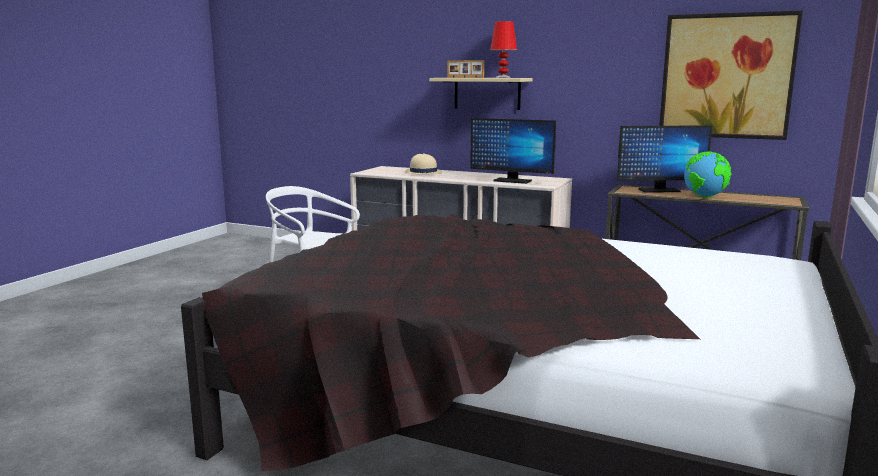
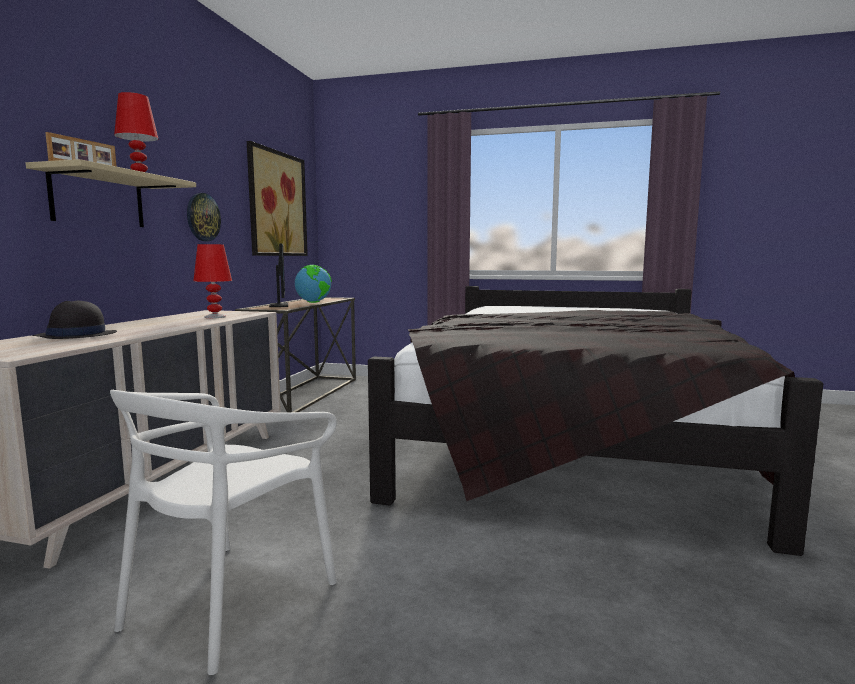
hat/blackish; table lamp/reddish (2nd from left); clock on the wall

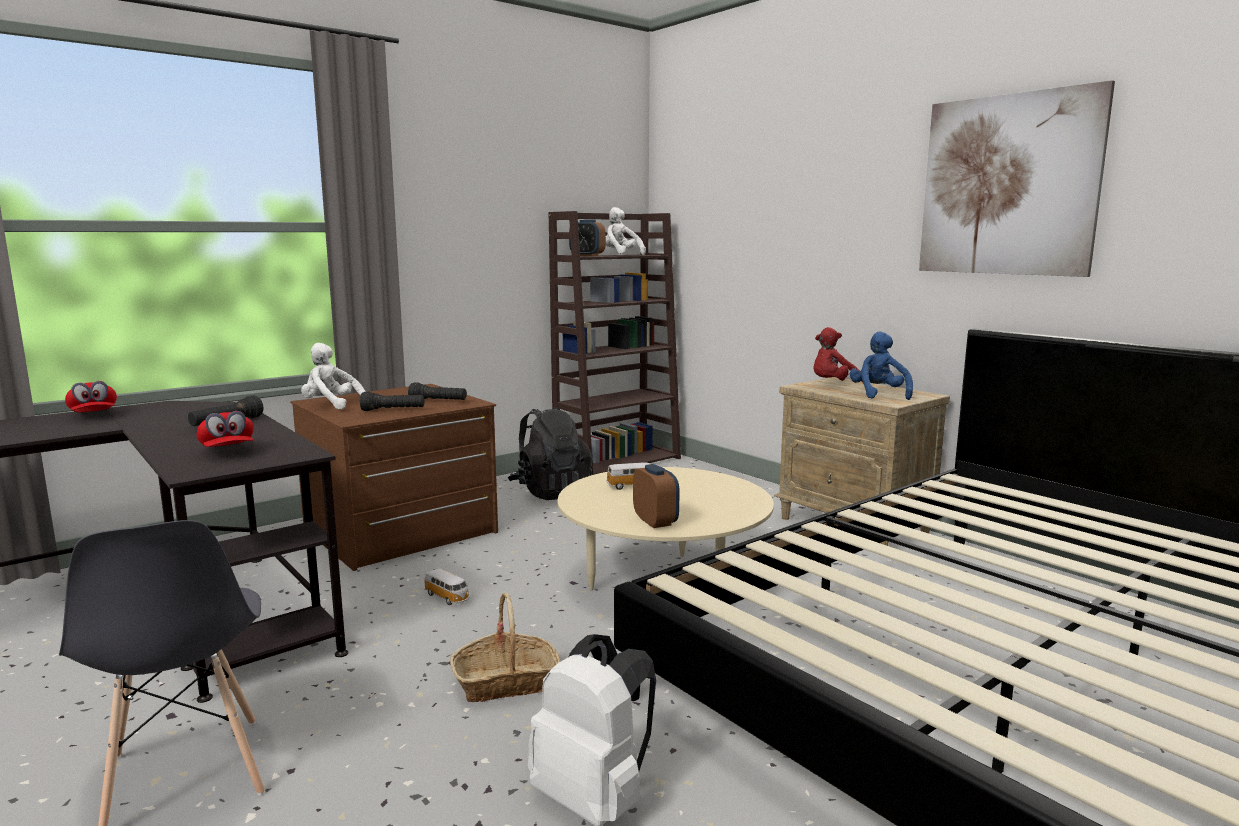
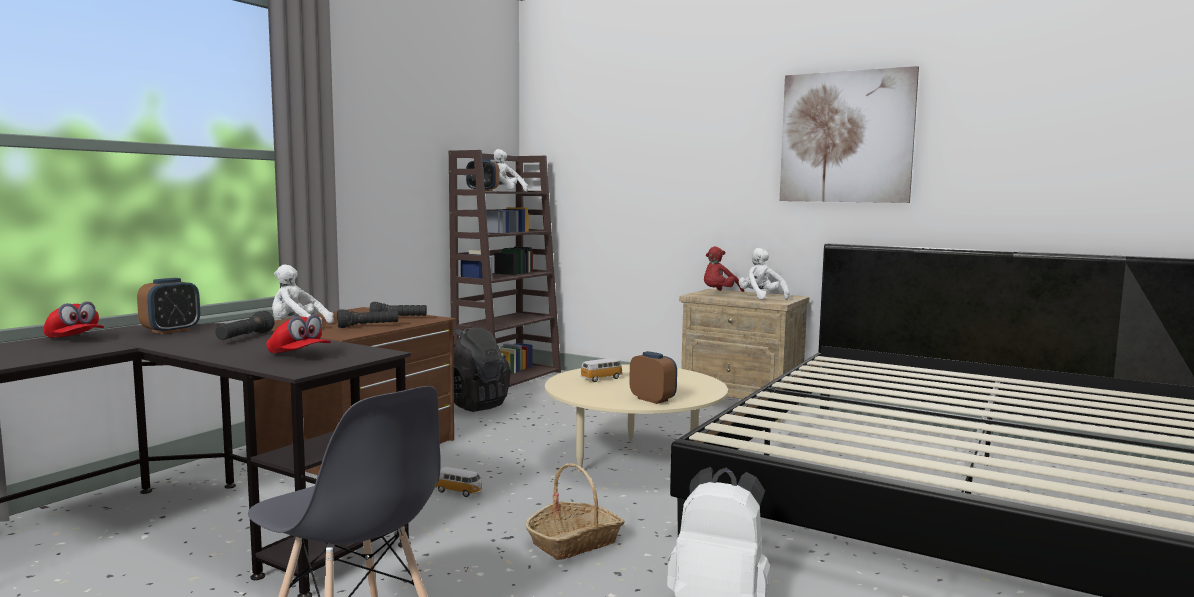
plush toy/white-coloured (3rd from left); bedside clock (1st from left)

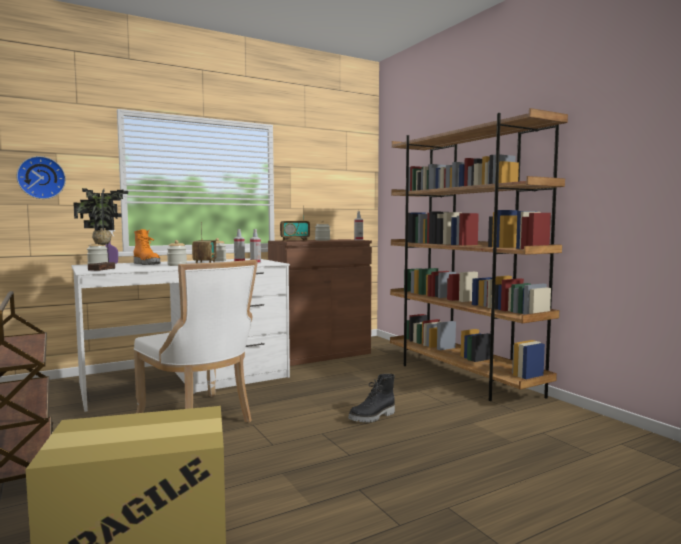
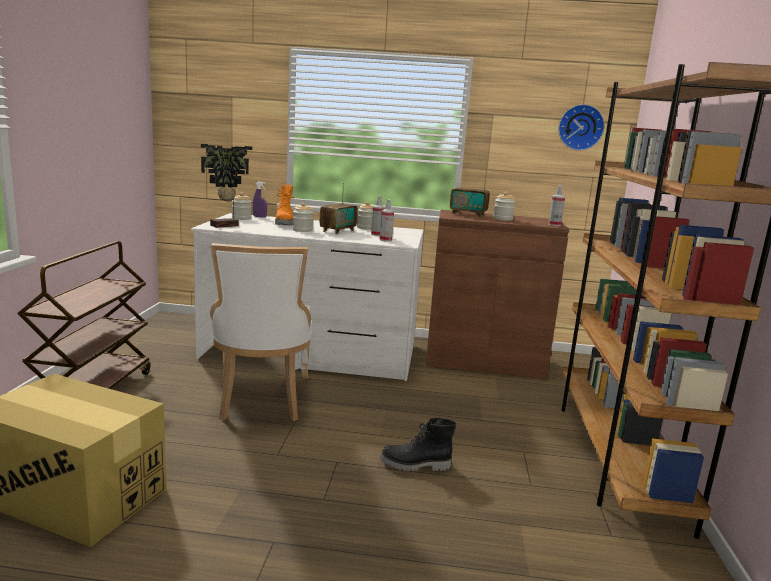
clock on the wall

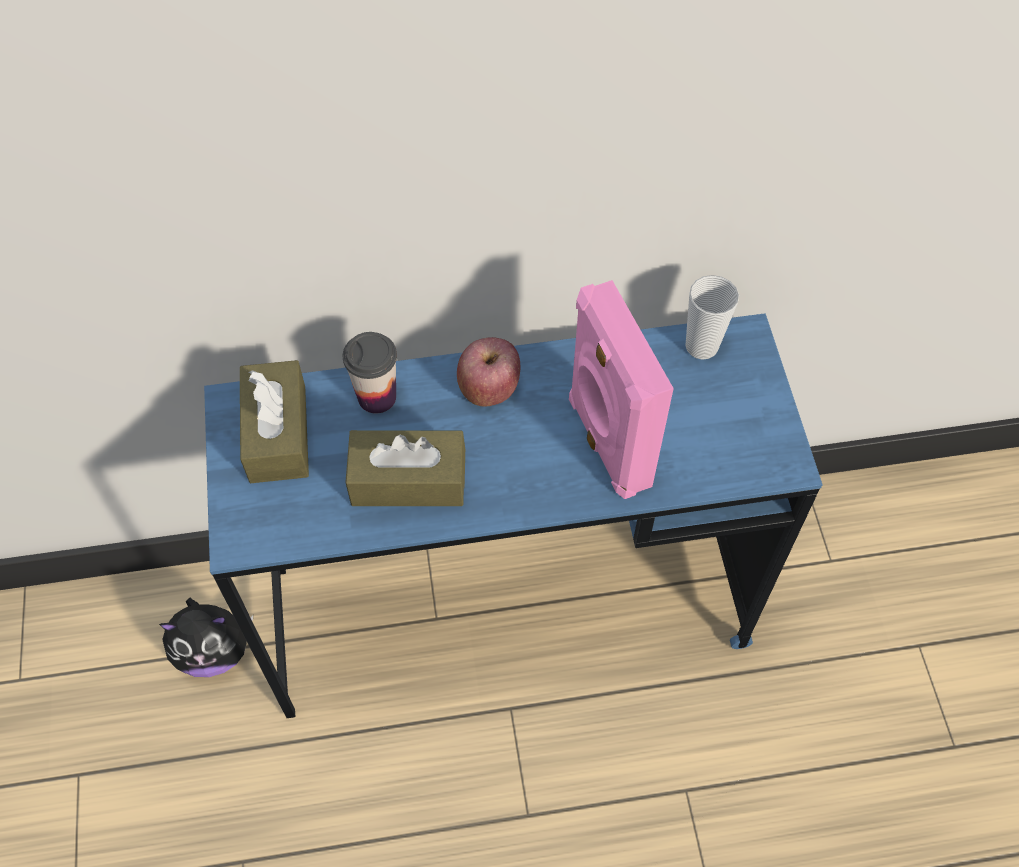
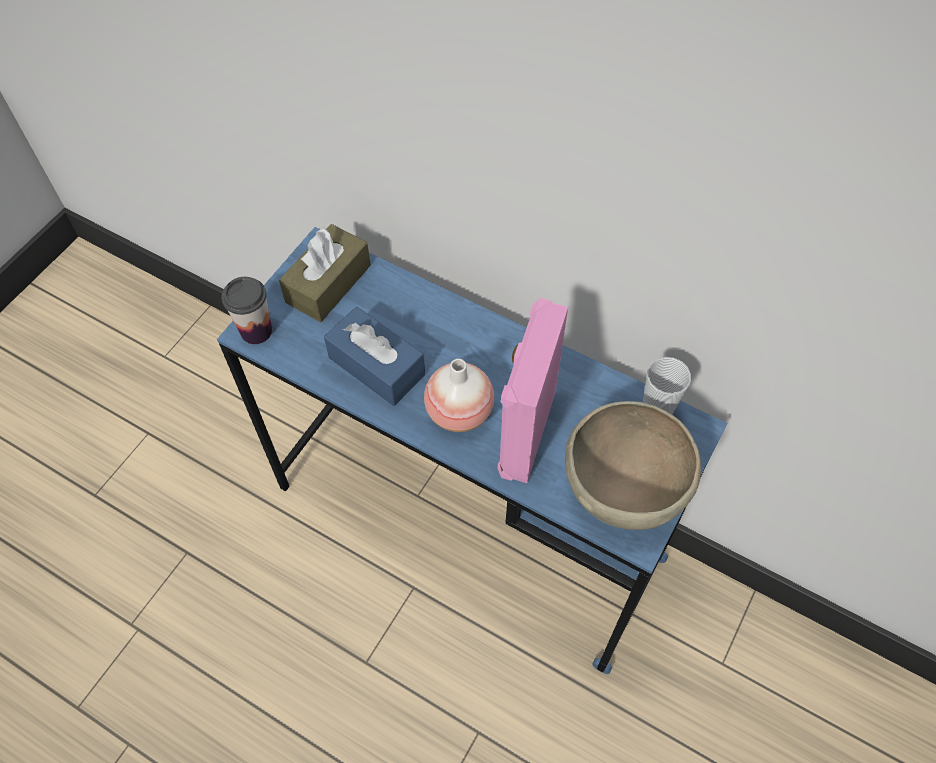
plush toy; small cup (1st from left); tissue holder/blue-coloured; apple fruit; vase; deep dish/brown

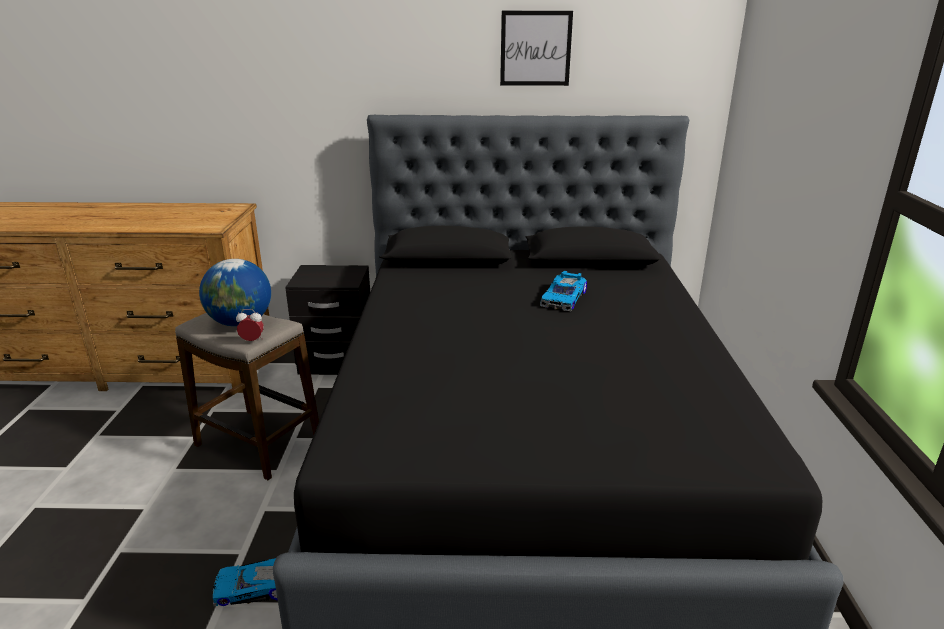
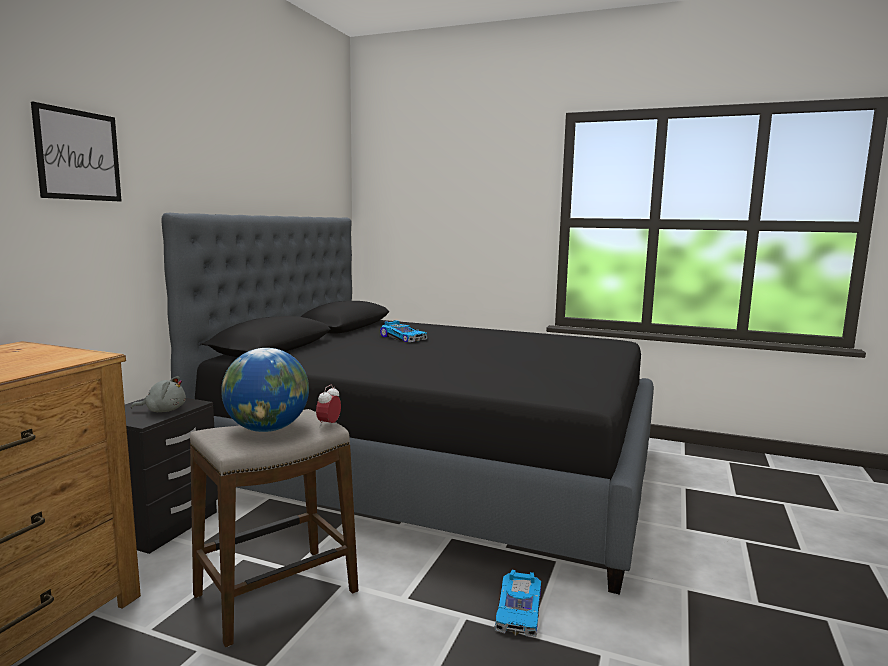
picture; plush toy/greyish

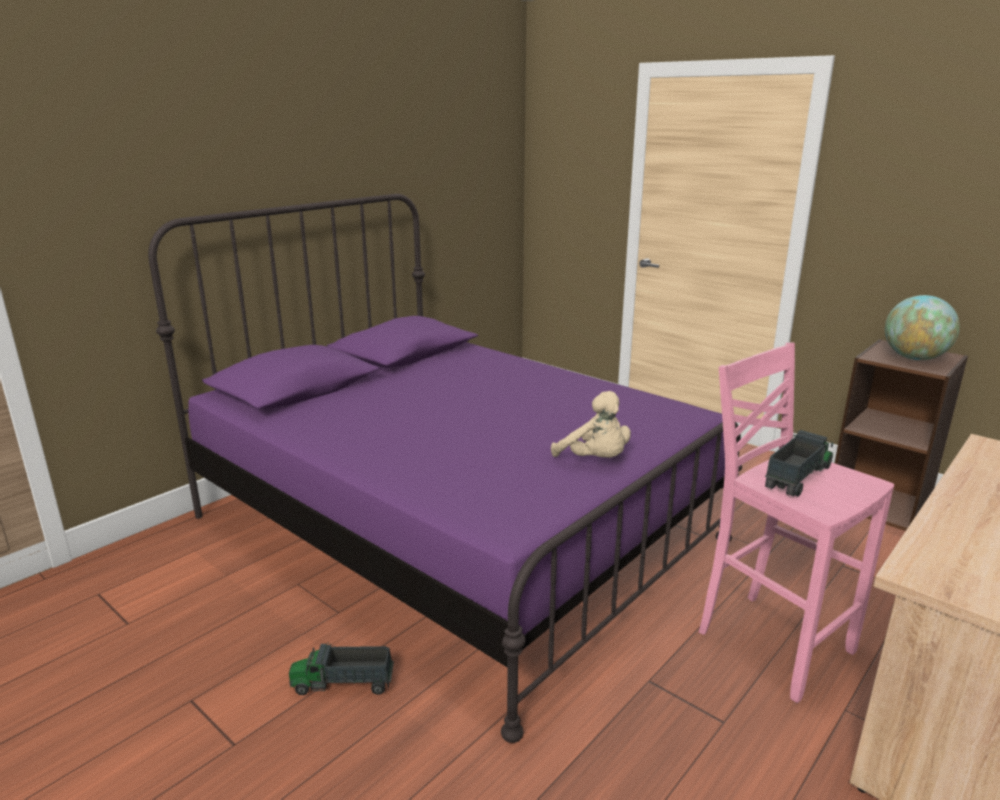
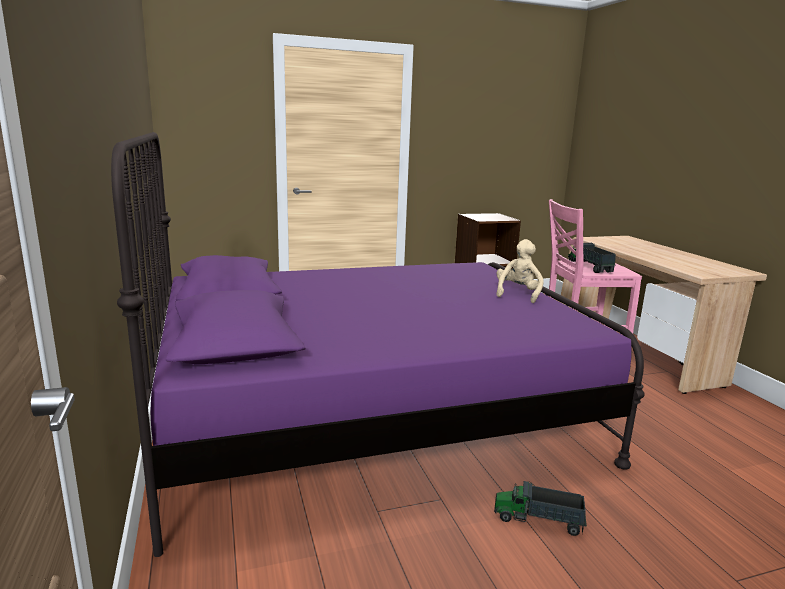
model truck (1st from left); plush toy/beige; desk globe

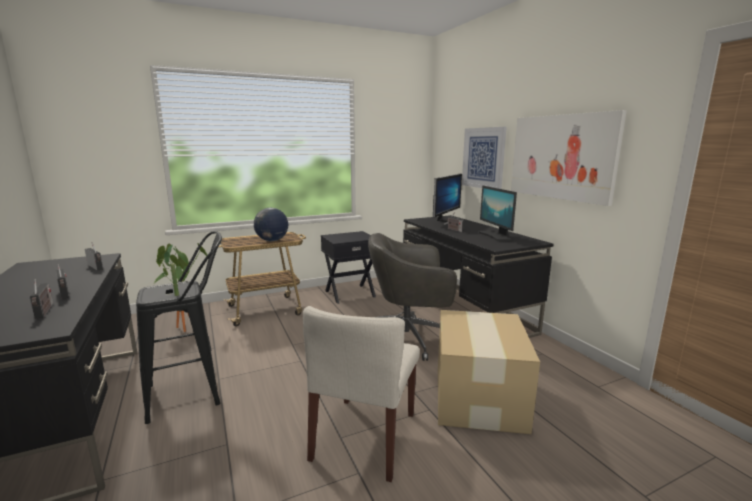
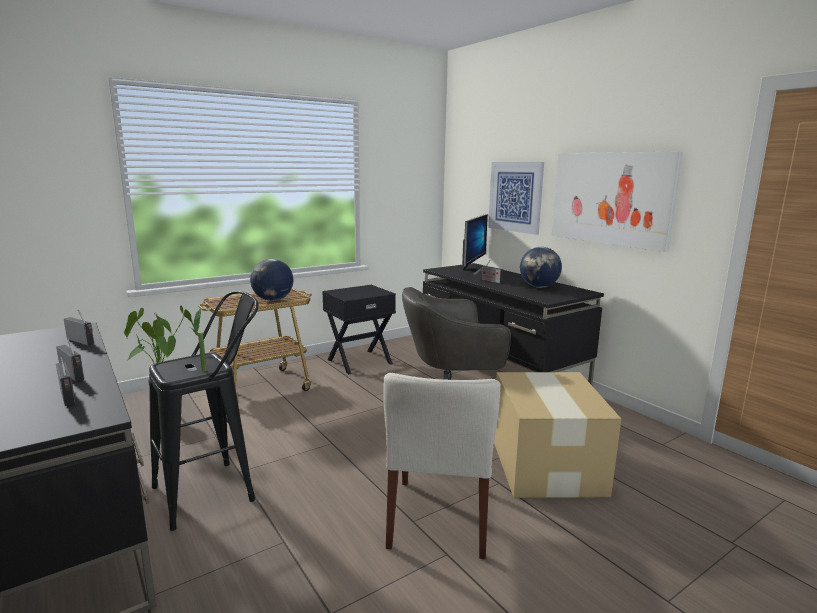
desk globe (2nd from left)

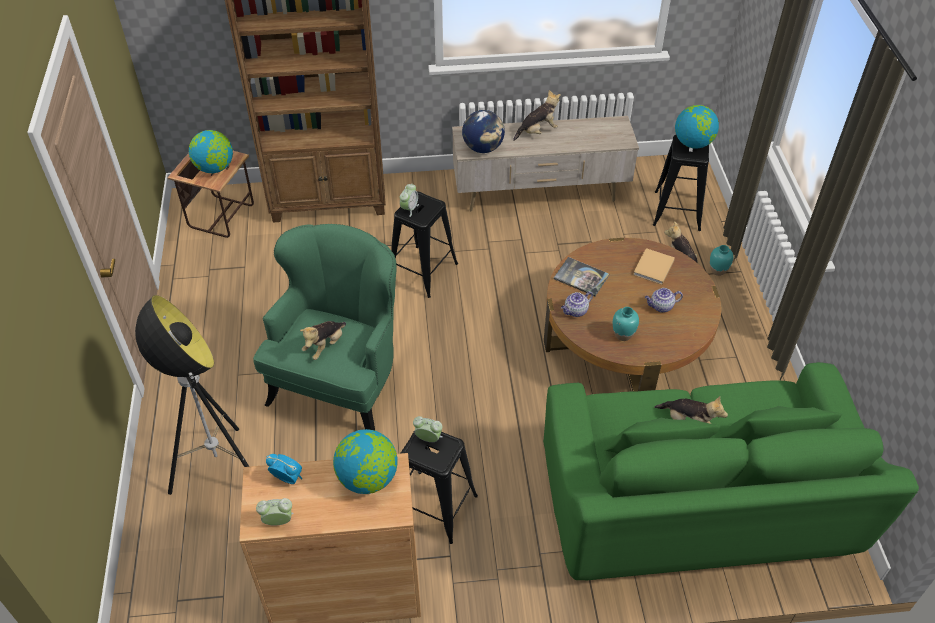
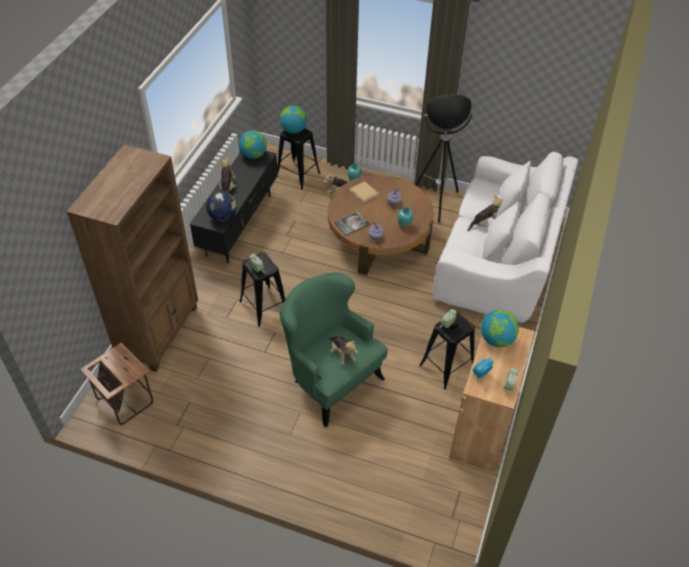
floor lamp; desk globe (2nd from left); media console/blackish; couch/white-coloured

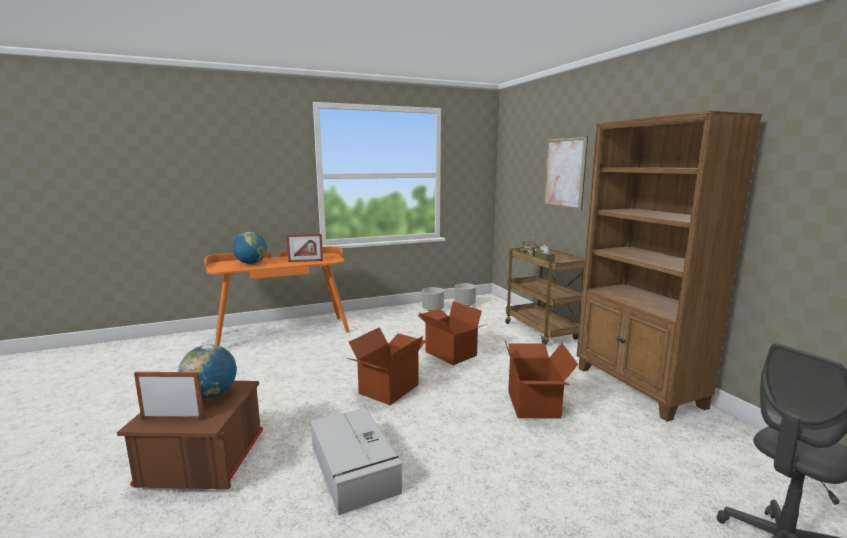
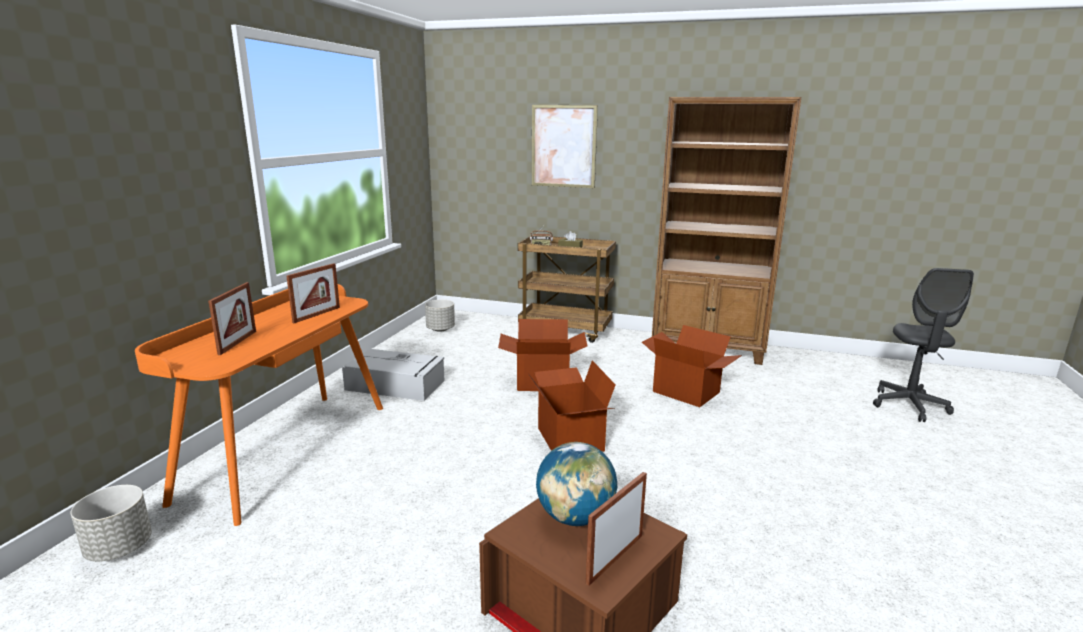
picture frame (1st from left); storage bin/greyish; planter/greyish (1st from left)

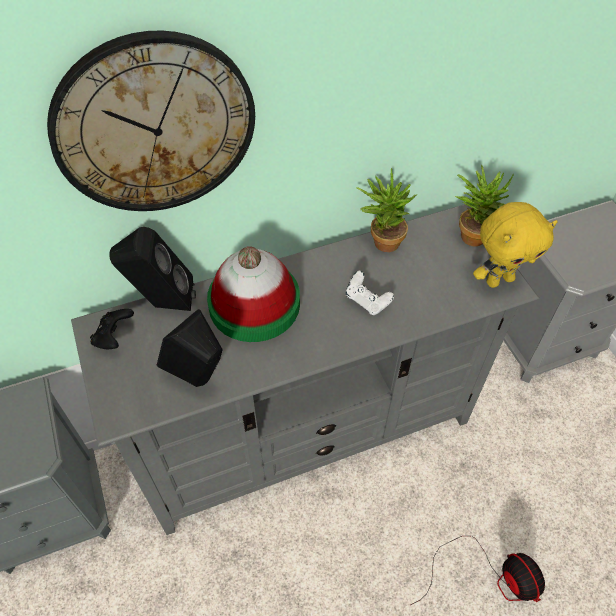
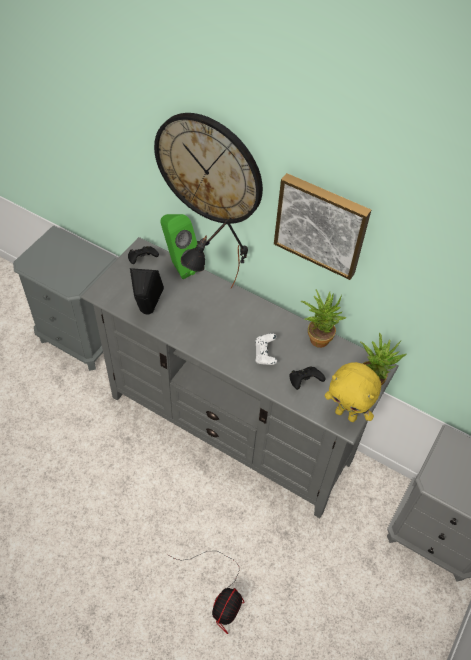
speaker/green-coloured; table lamp/blackish; picture; game controller/blackish (2nd from left)

